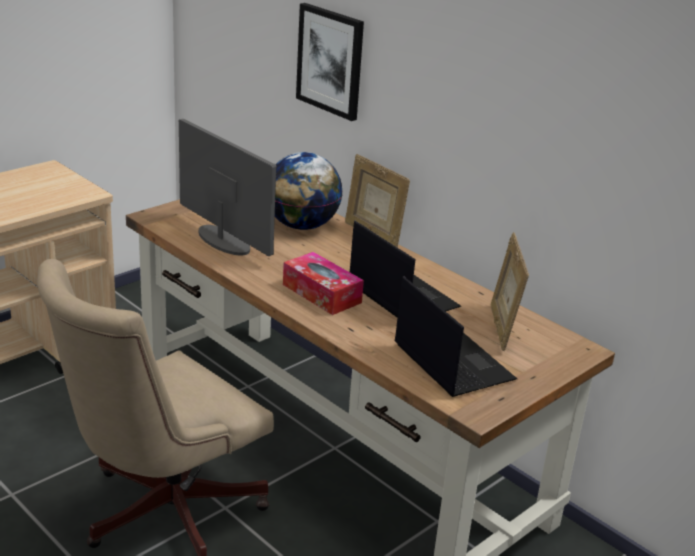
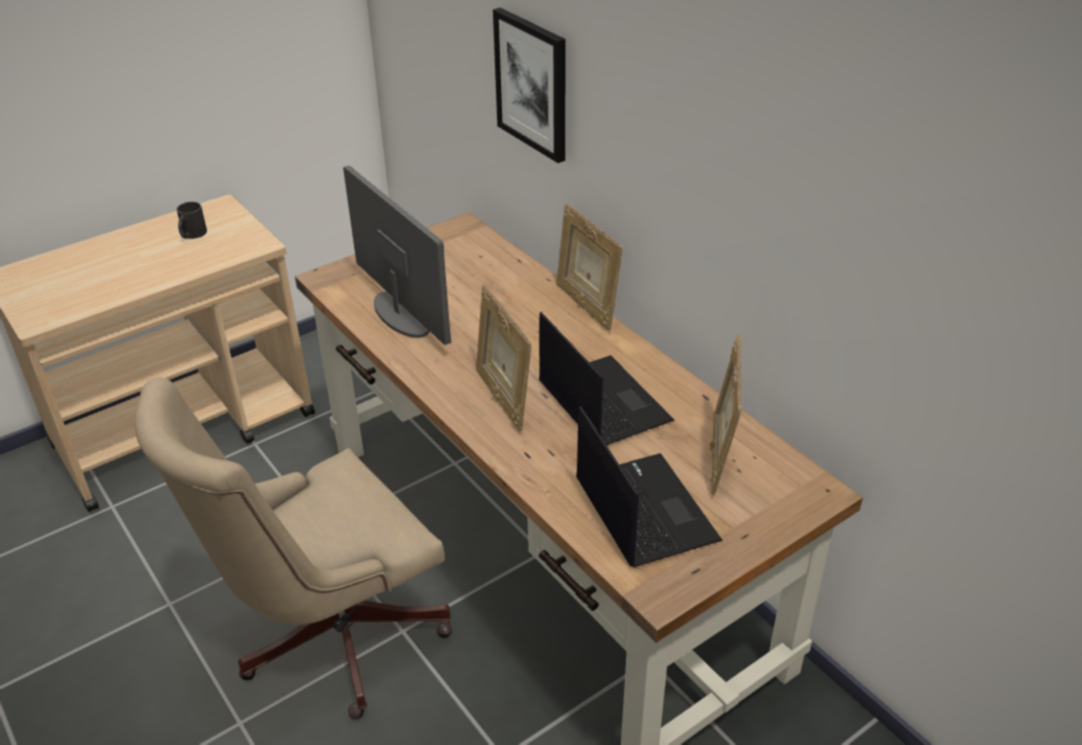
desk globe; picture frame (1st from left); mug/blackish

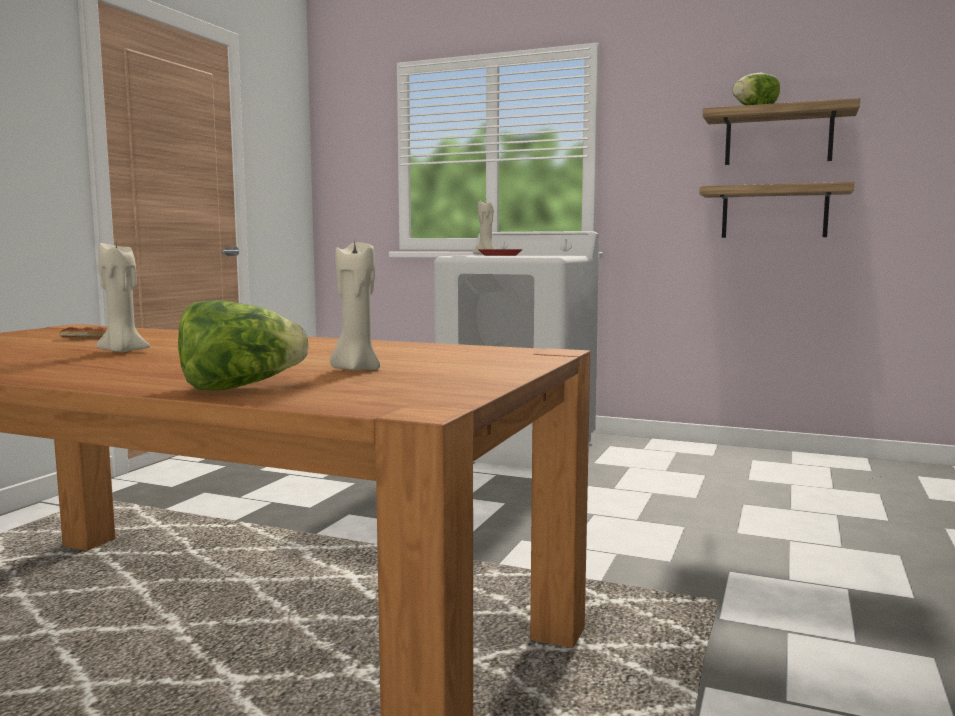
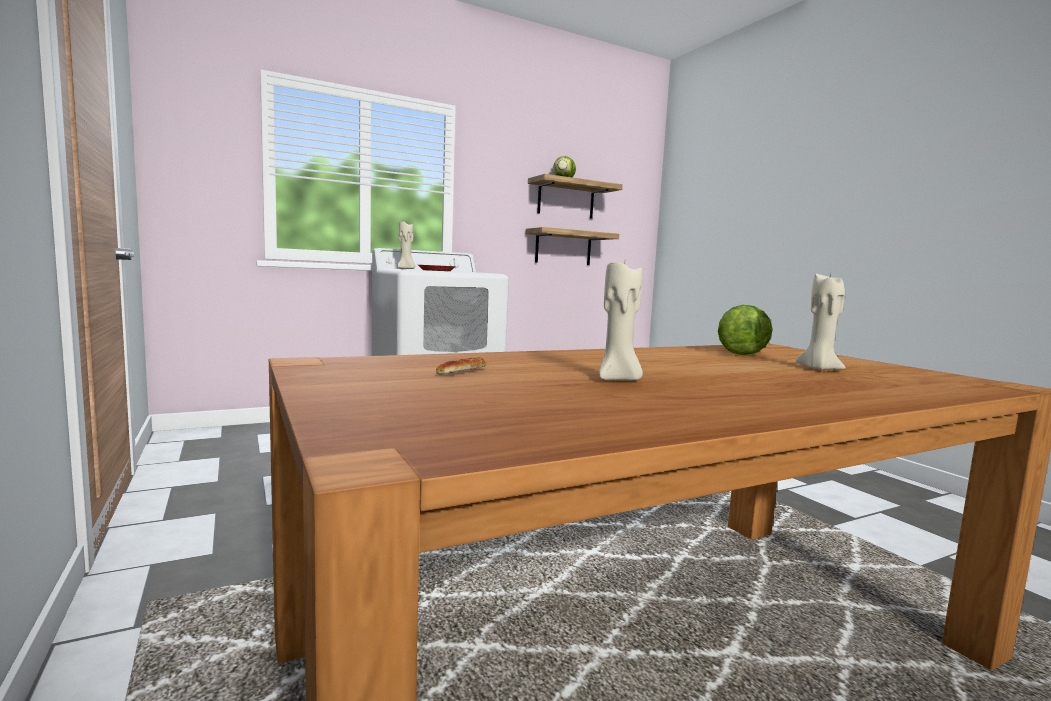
lettuce (2nd from left)

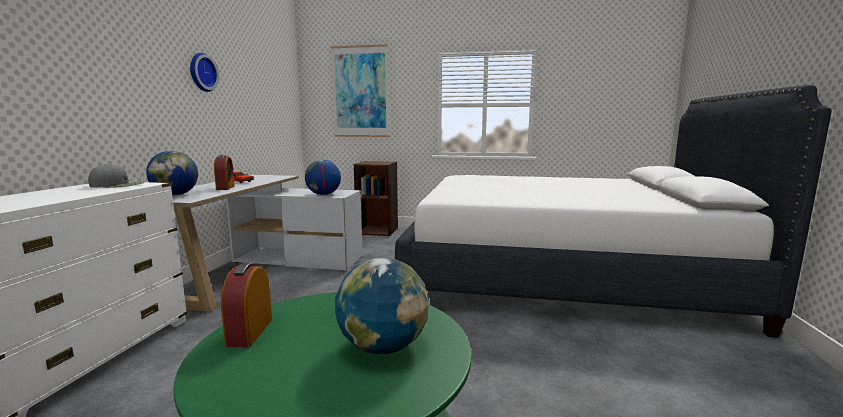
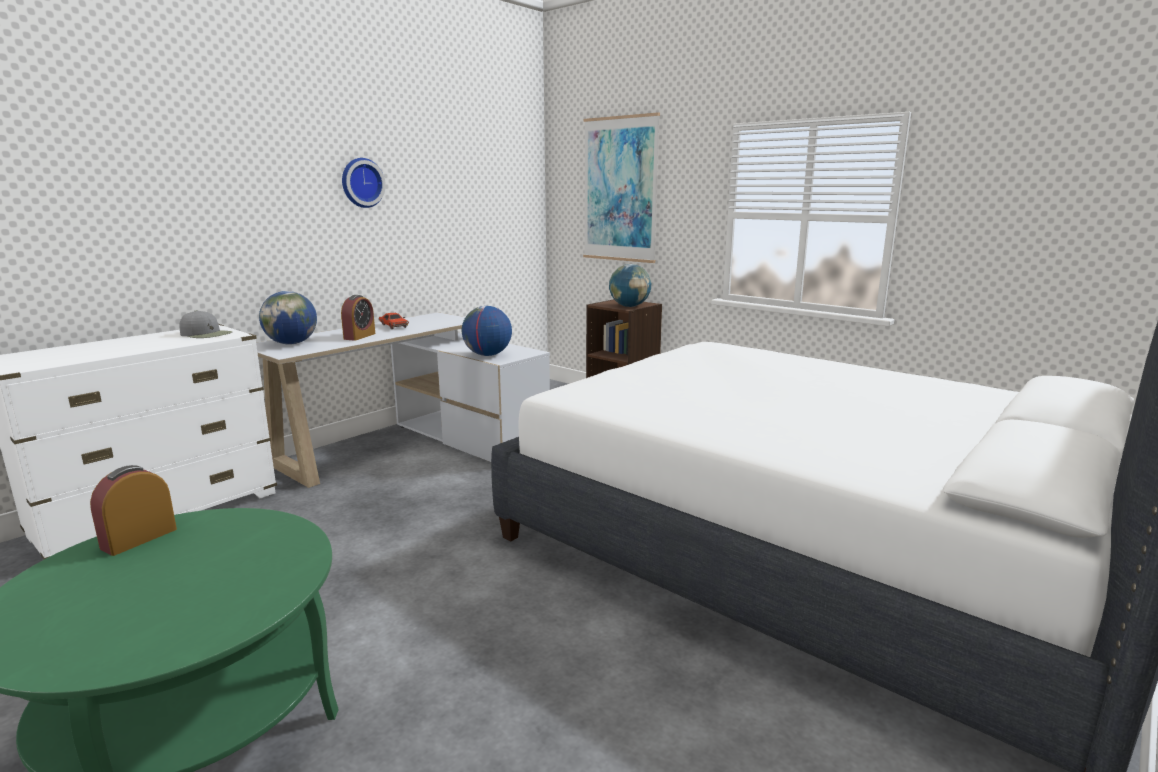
desk globe (3rd from left)

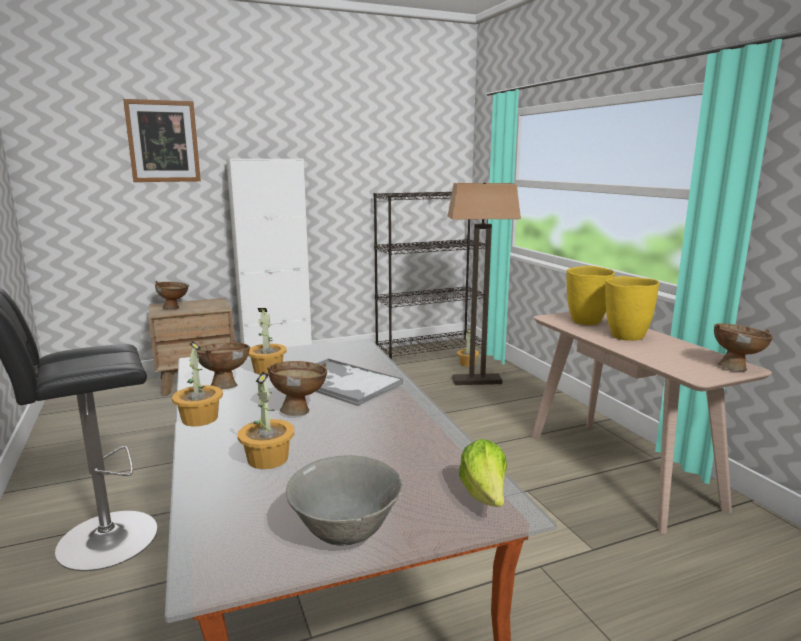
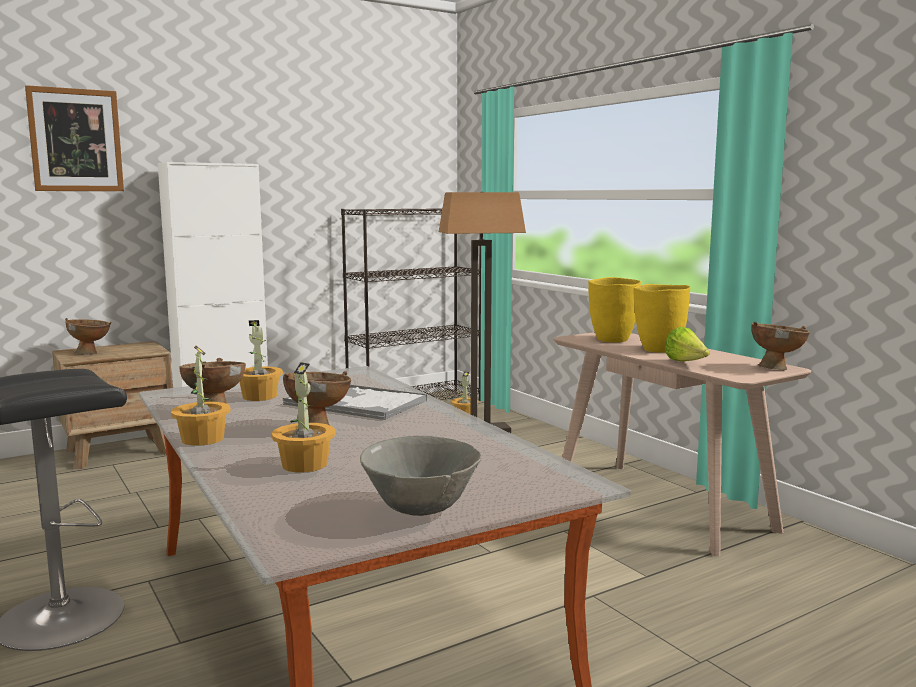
lettuce

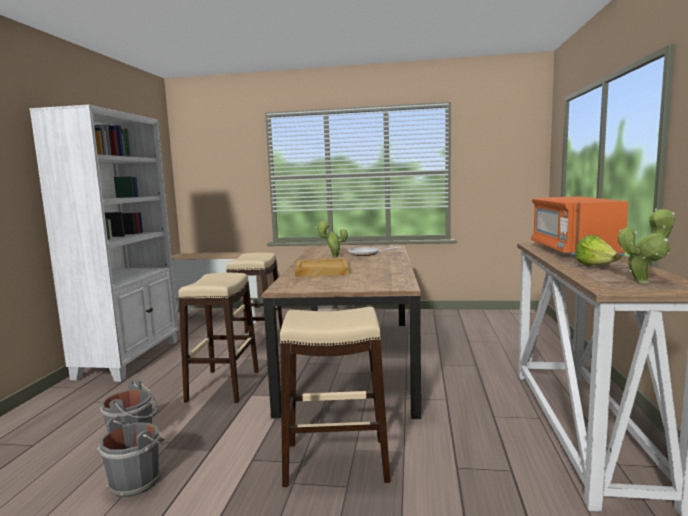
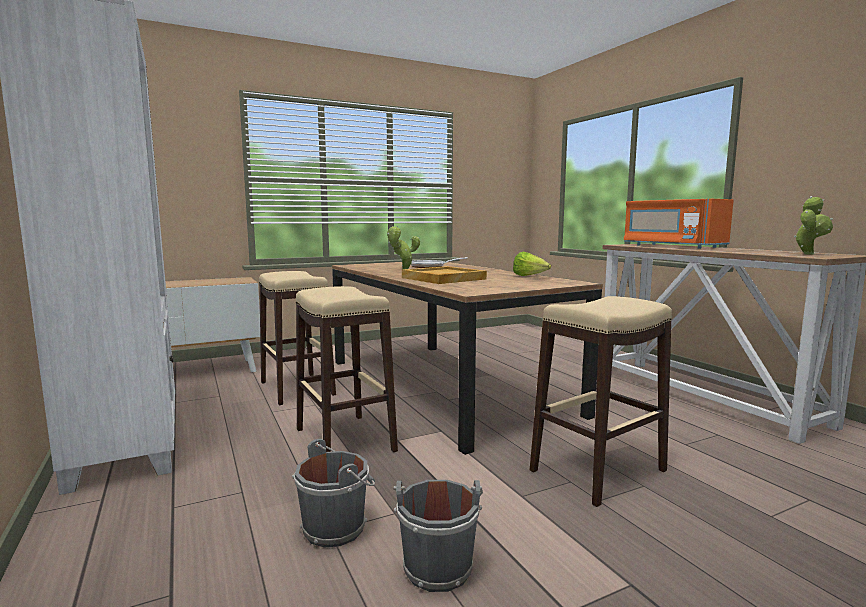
lettuce

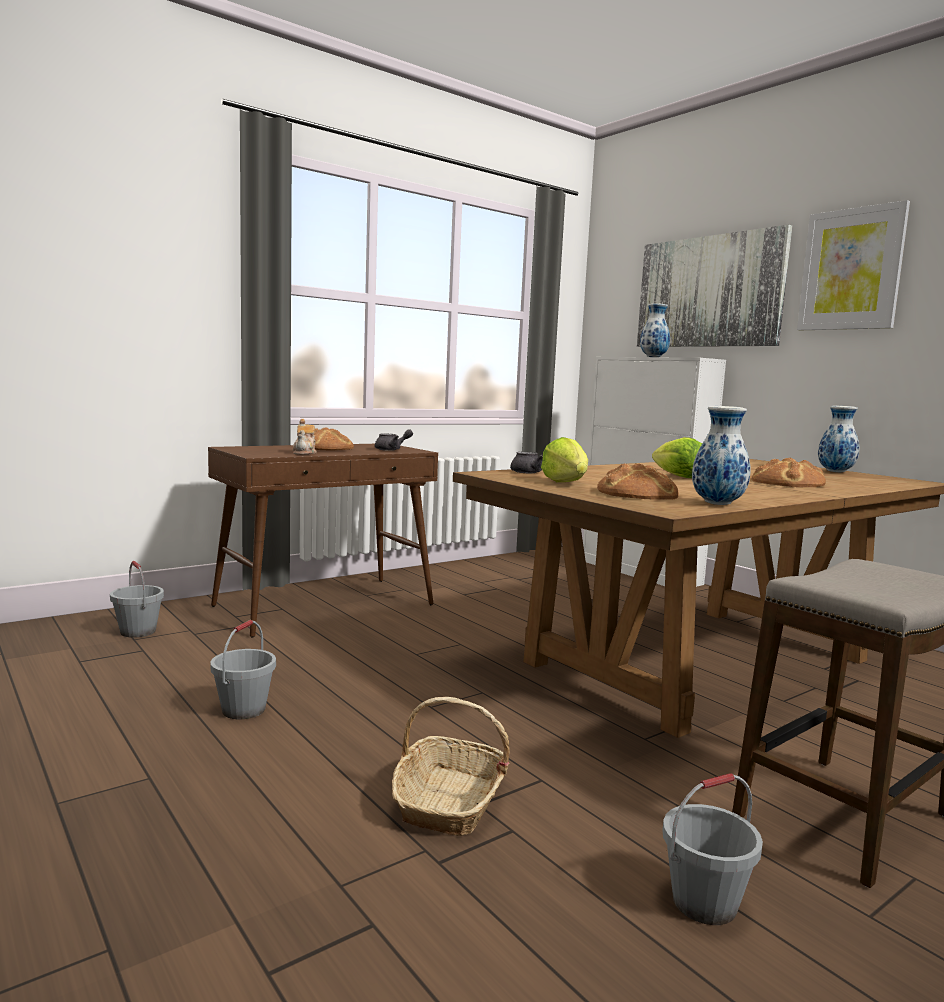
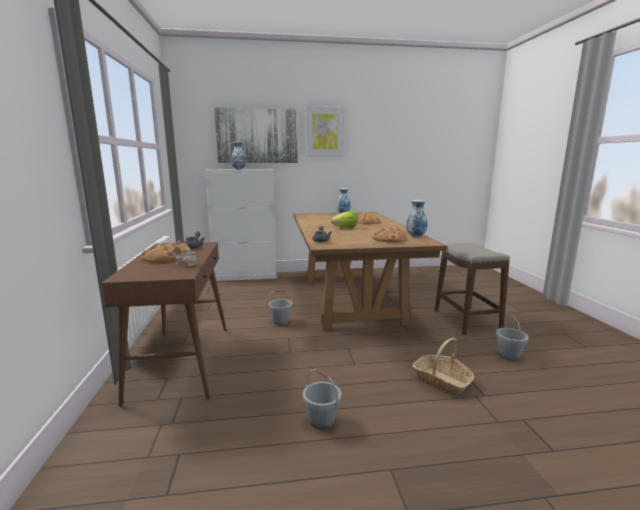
water bucket/greyish (1st from left); lettuce (1st from left in the first image)

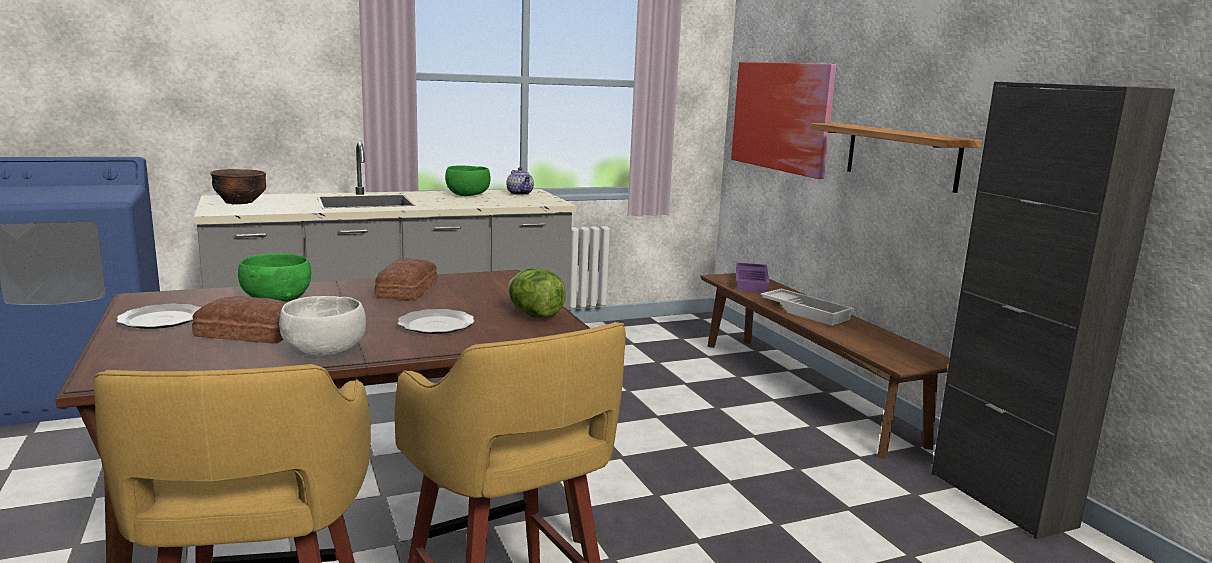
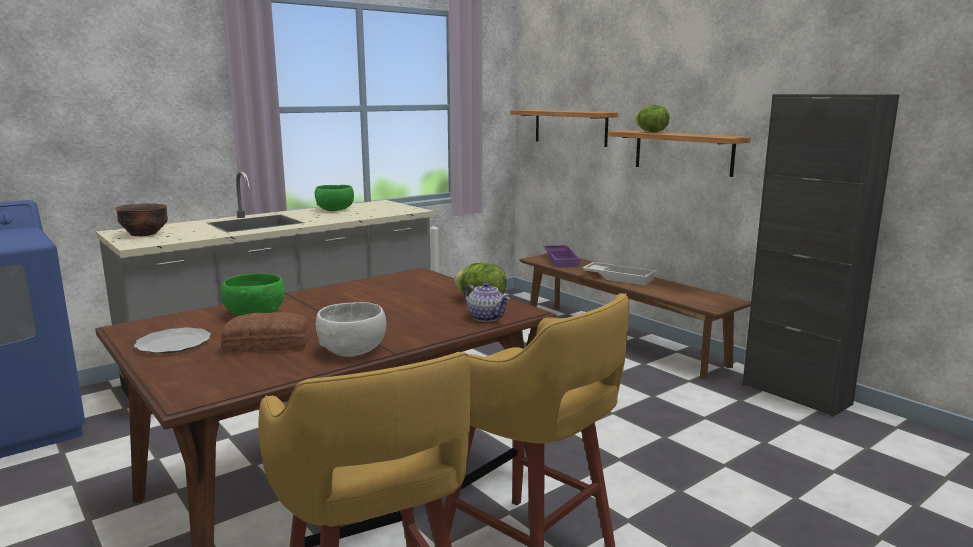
bakery bread (2nd from left in the first image); plate (2nd from left in the first image); tea pot; bracket shelf (1st from left); lettuce (2nd from left)

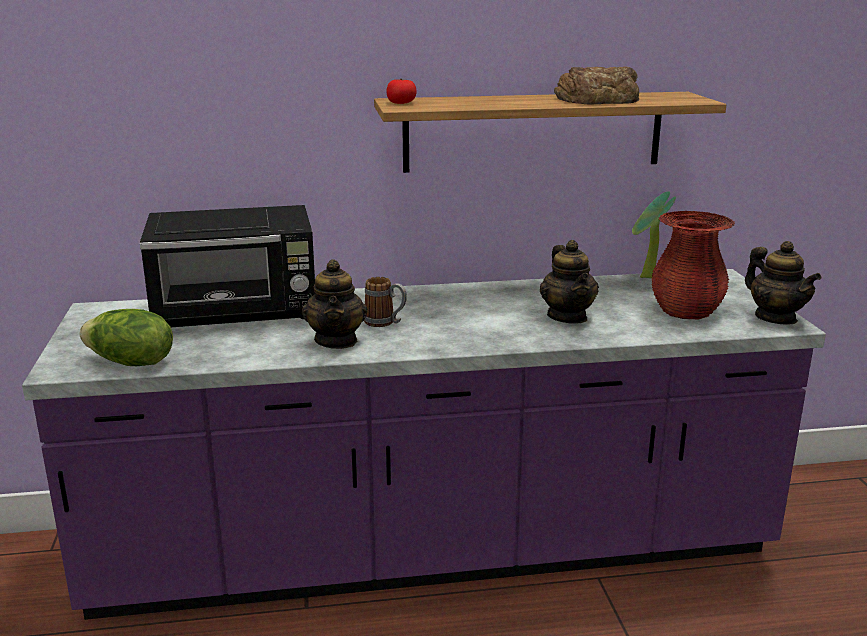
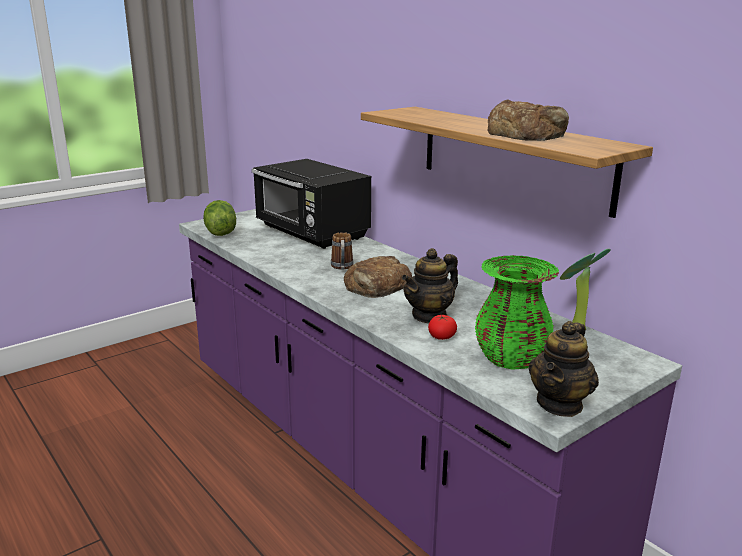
tea pot (1st from left in the first image); tomato; vase/green-coloured; bakery bread (1st from left)

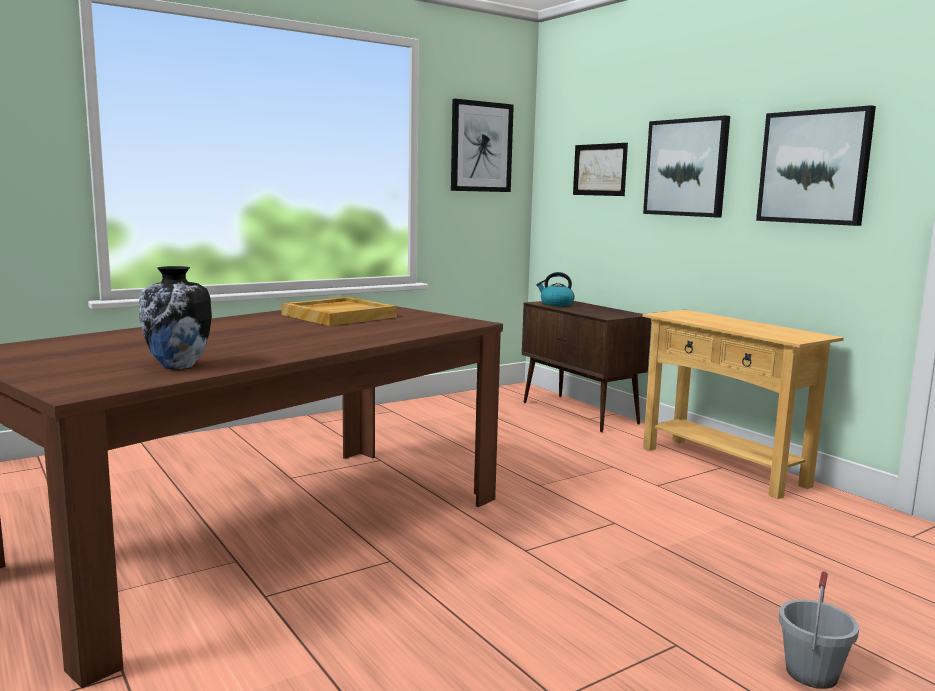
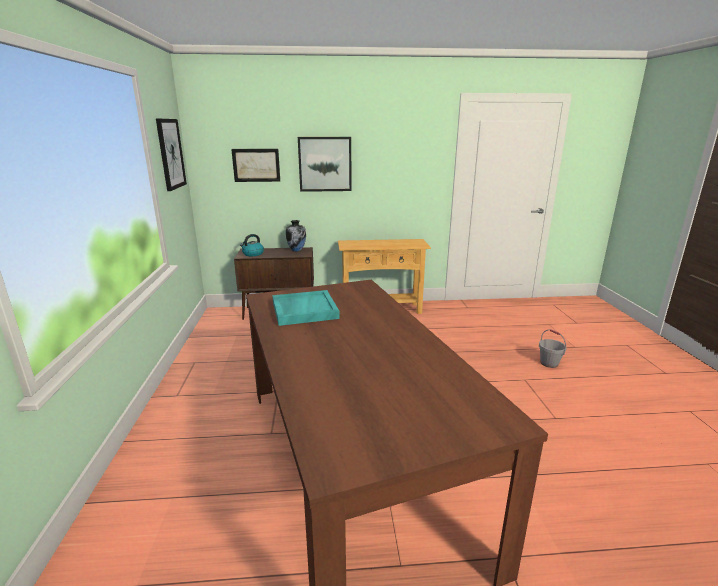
vase; serving tray/blue-green; picture (4th from left in the first image)

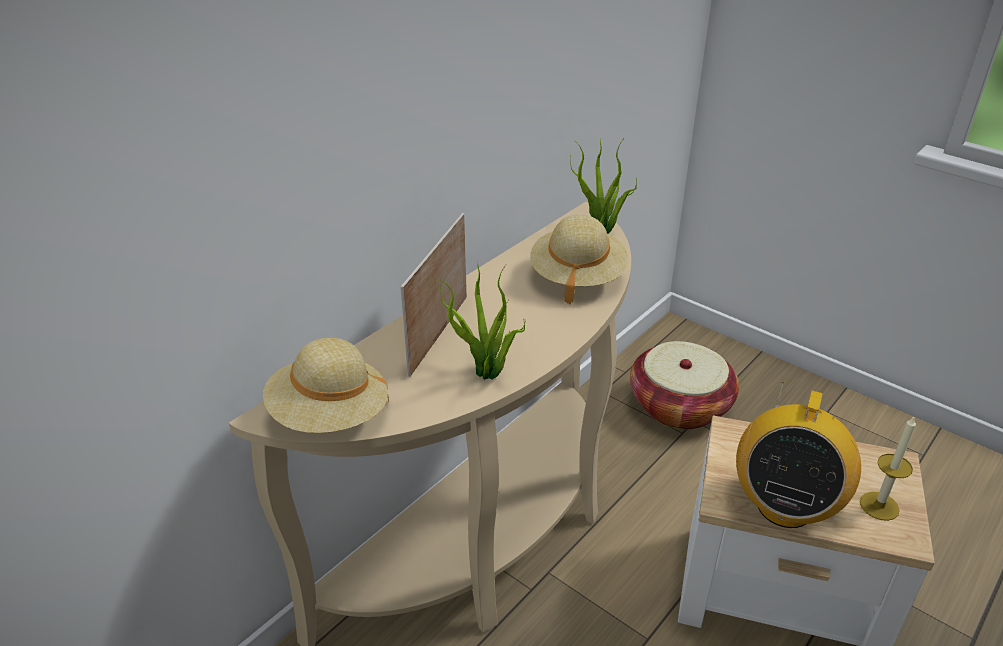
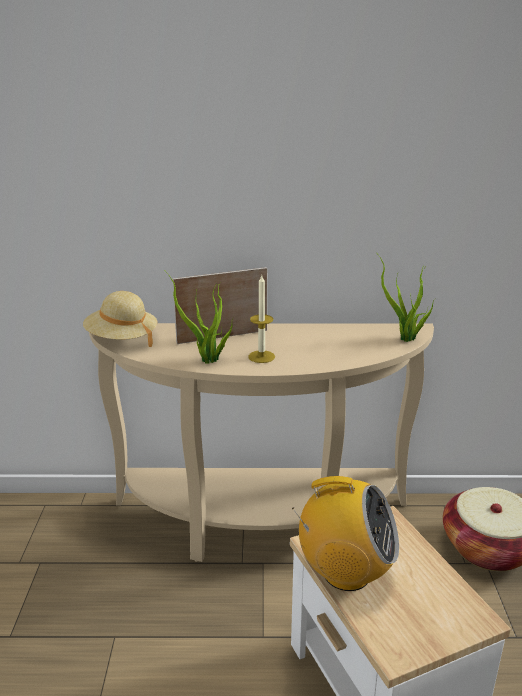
hat/beige (2nd from left in the first image); radio receiver; wax light

